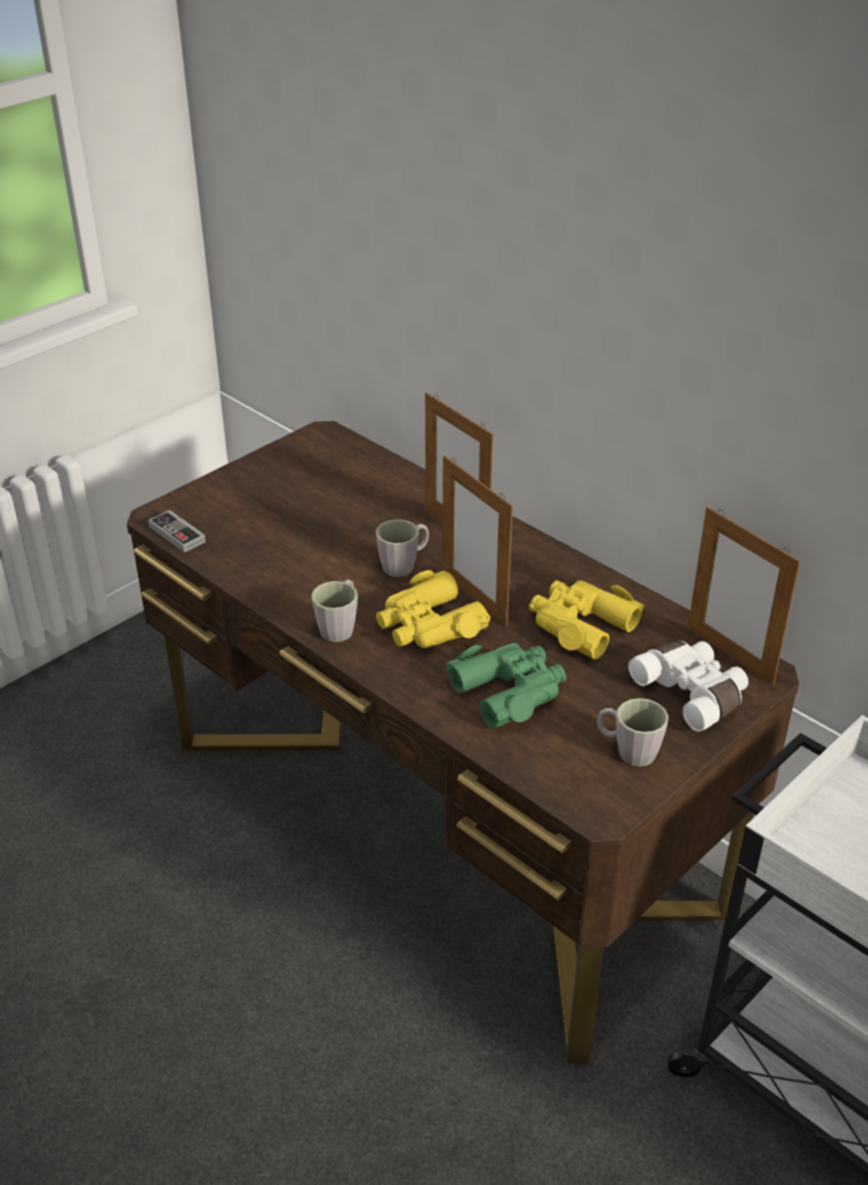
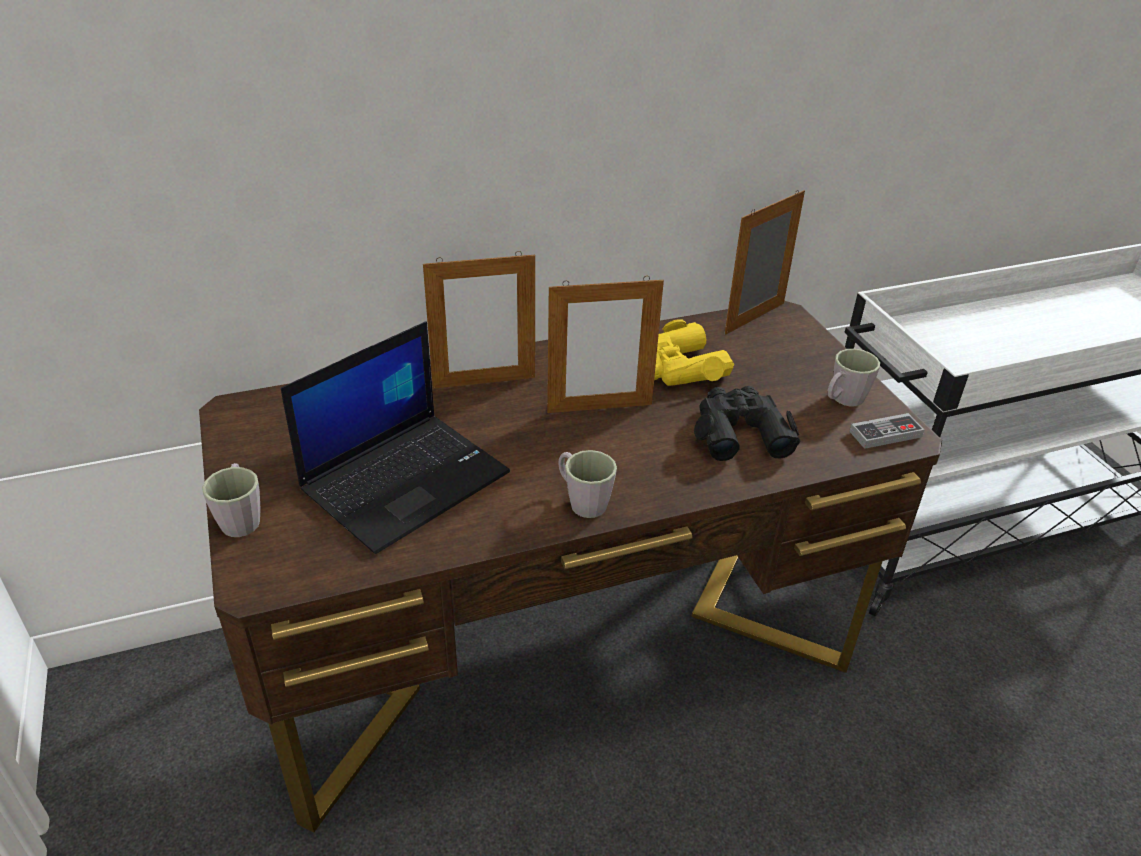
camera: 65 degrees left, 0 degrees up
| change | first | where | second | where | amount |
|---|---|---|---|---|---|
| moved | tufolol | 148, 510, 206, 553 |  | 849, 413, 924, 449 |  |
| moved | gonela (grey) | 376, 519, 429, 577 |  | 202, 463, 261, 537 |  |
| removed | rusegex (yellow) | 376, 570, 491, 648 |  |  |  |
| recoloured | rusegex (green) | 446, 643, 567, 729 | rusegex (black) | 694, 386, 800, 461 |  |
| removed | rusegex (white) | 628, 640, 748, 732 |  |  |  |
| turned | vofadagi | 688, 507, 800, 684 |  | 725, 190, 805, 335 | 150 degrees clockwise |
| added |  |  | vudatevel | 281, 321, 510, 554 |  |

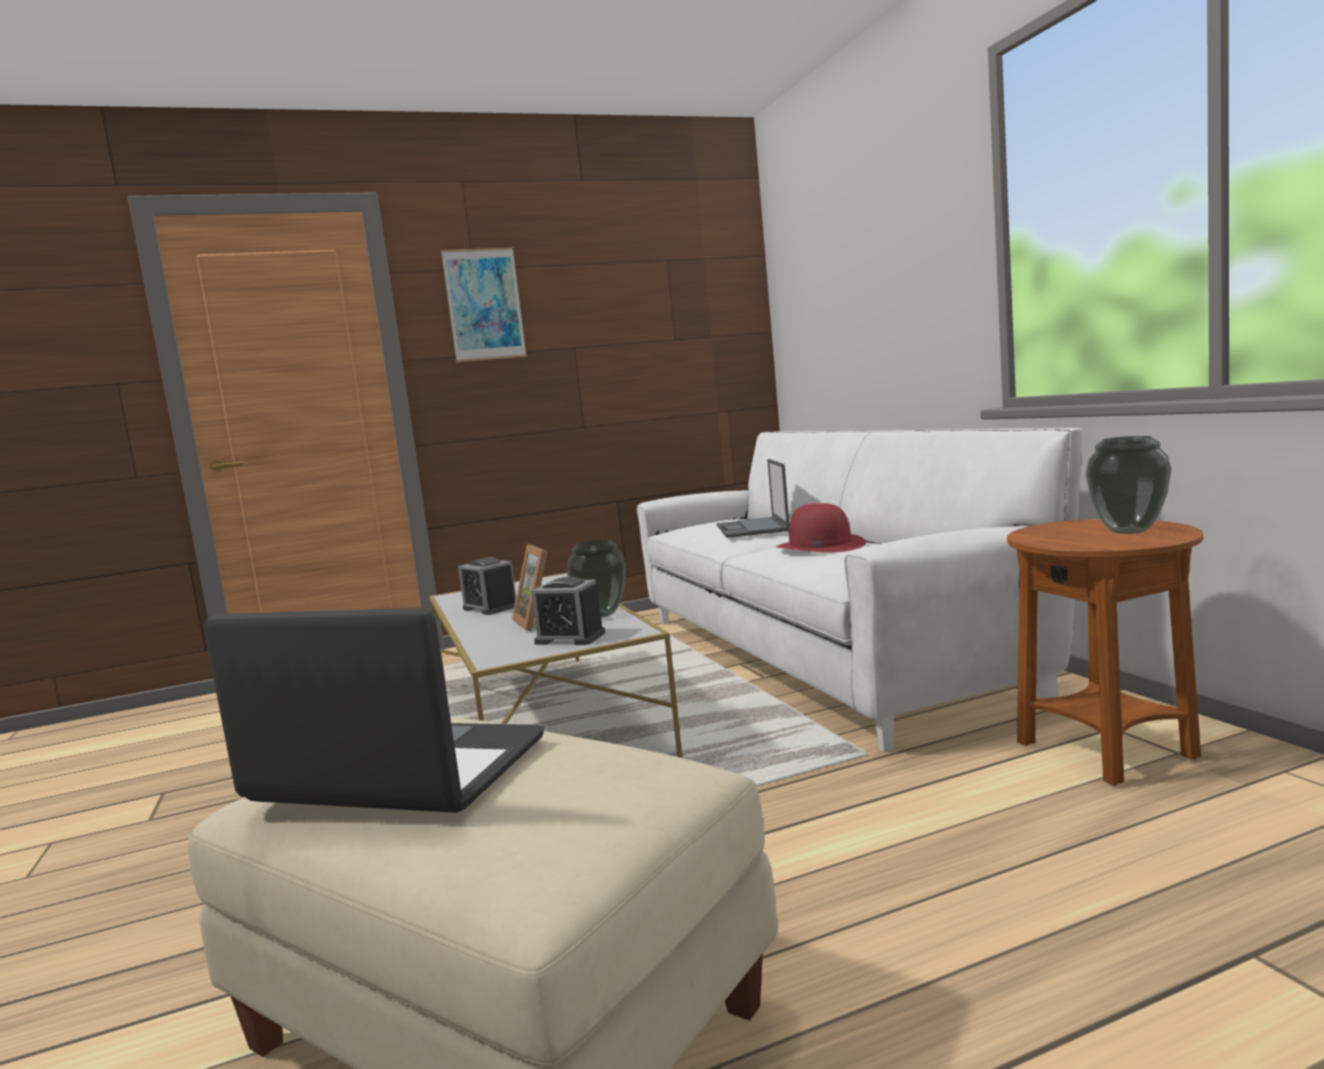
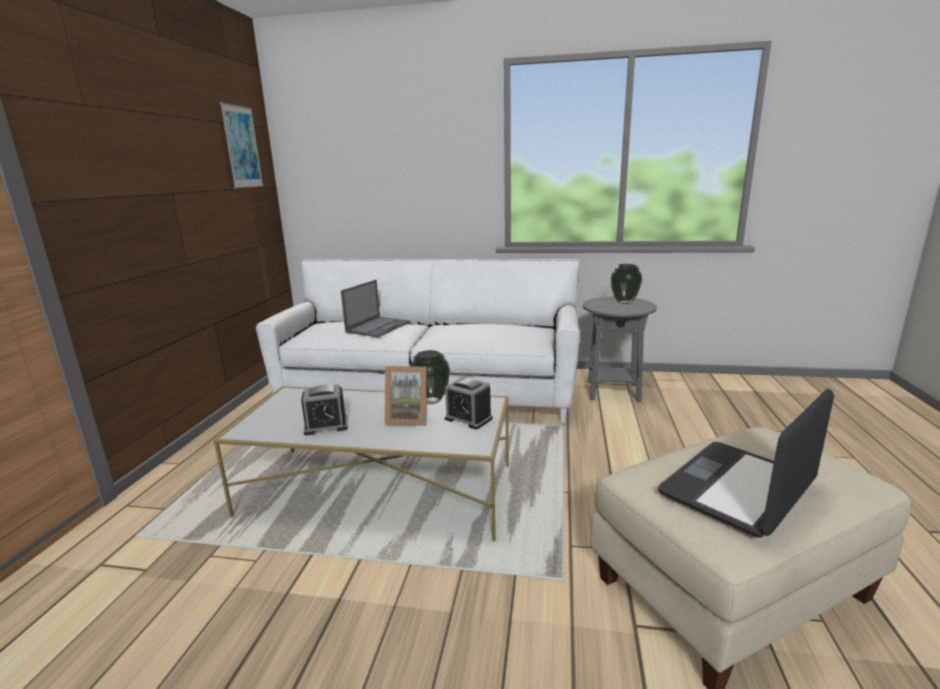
camera: 60 degrees left, 10 degrees up
| change | first | where | second | where | amount |
|---|---|---|---|---|---|
| moved | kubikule | 441, 247, 527, 362 |  | 220, 102, 264, 189 |  |
| turned | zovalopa | 531, 577, 605, 645 |  | 445, 377, 493, 429 | 75 degrees clockwise |
| turned | vudatevel | 717, 459, 790, 538 |  | 341, 280, 410, 337 | 90 degrees counterclockwise |
| removed | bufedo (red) | 776, 503, 866, 552 |  |  |  |
| recoloured | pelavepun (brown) | 1007, 519, 1203, 786 | pelavepun (grey) | 583, 297, 657, 402 |  |

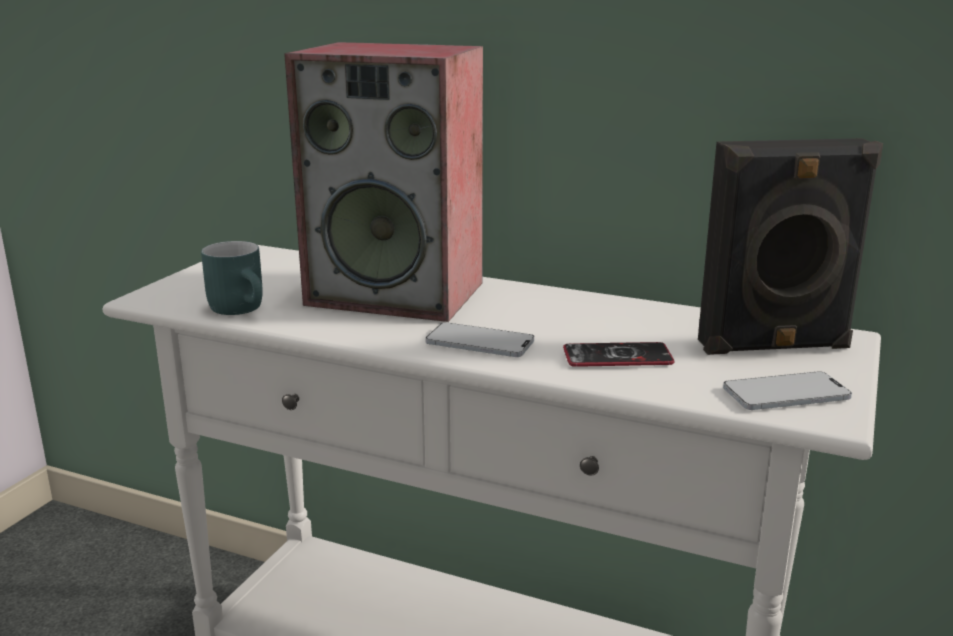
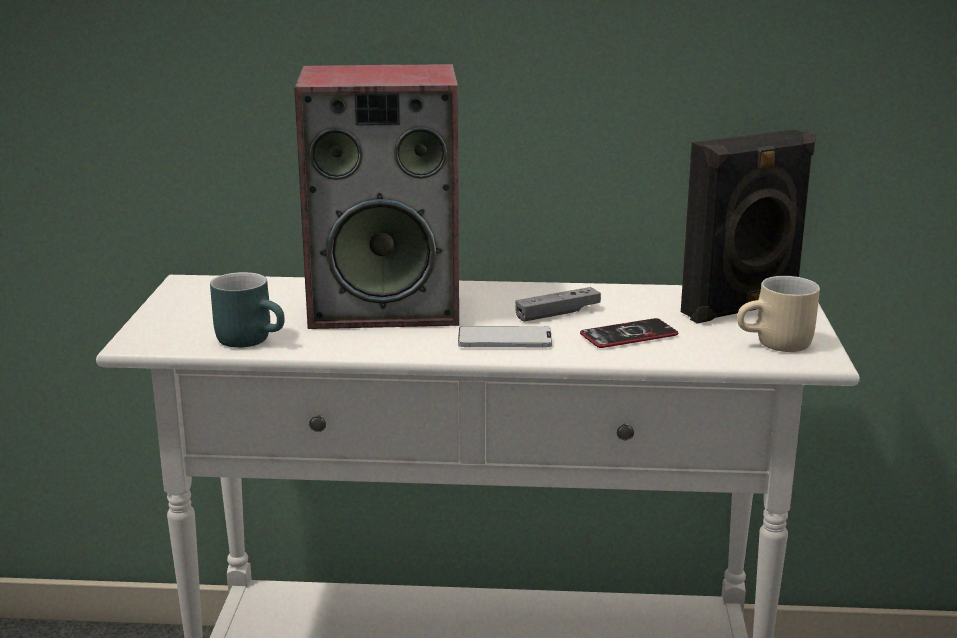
camera: 20 degrees left, 0 degrees up
| change | first | where | second | where | amount |
|---|---|---|---|---|---|
| replaced | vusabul | 723, 372, 852, 410 | gonela (beige) | 737, 276, 820, 352 |  |
| added |  |  | tufolol (grey) | 515, 287, 601, 322 |  |

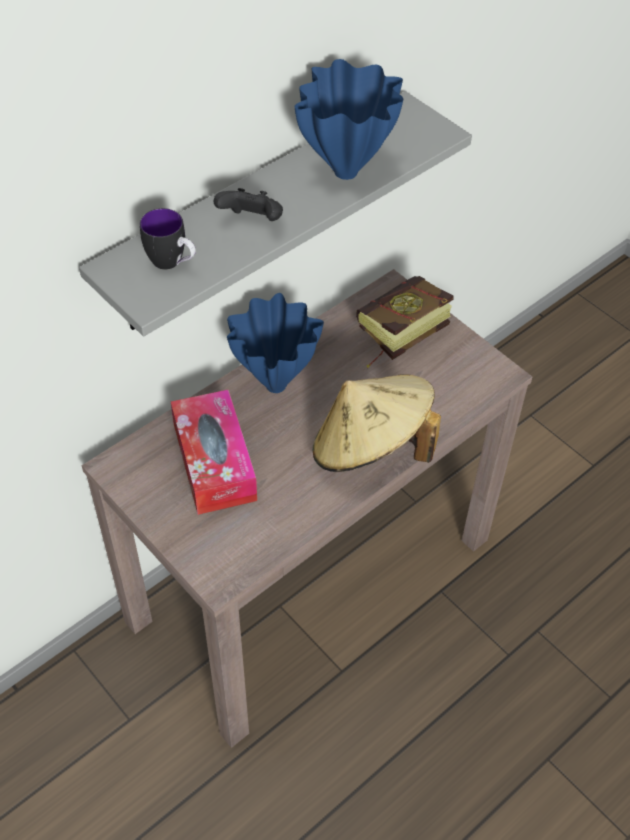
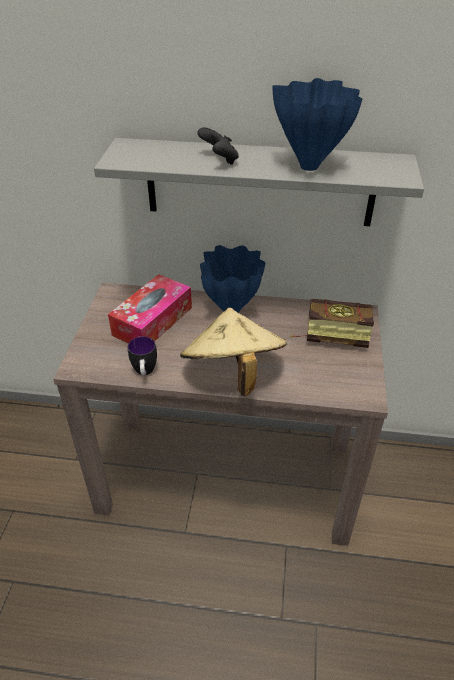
camera: 50 degrees right, 10 degrees down
| change | first | where | second | where | amount |
|---|---|---|---|---|---|
| moved | gonela | 140, 208, 196, 270 |  | 128, 336, 157, 375 |  |

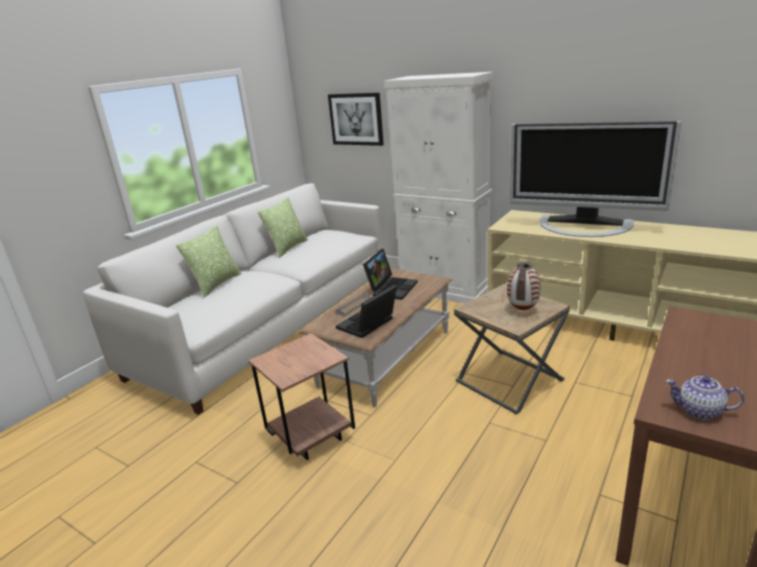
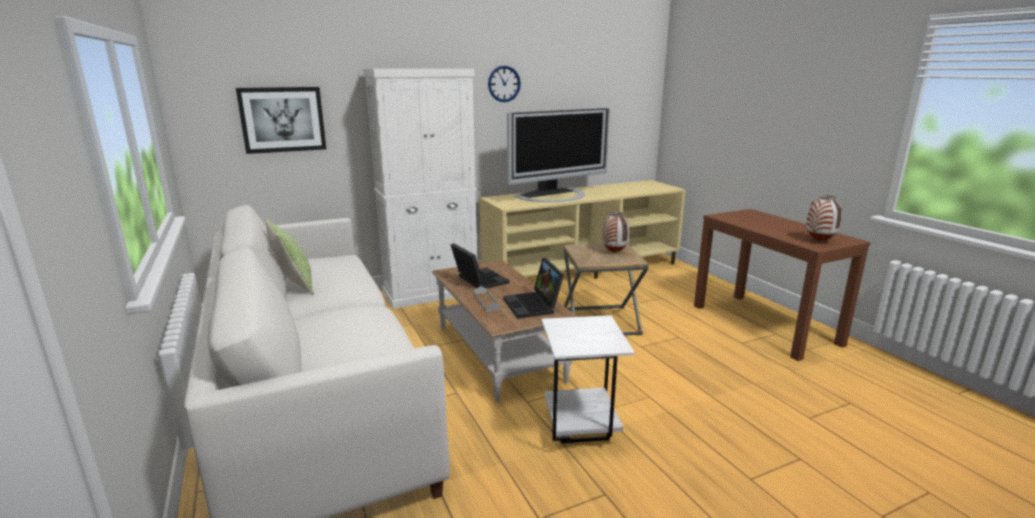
camera: 60 degrees left, 5 degrees down
| change | first | where | second | where | amount |
|---|---|---|---|---|---|
| removed | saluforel | 176, 225, 242, 298 |  |  |  |
| recoloured | pelavepun (brown) | 248, 333, 355, 460 | pelavepun (white) | 541, 315, 635, 443 |  |
| replaced | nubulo | 666, 376, 744, 420 | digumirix | 806, 195, 842, 242 |  |
| added |  |  | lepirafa | 488, 66, 521, 102 |  |

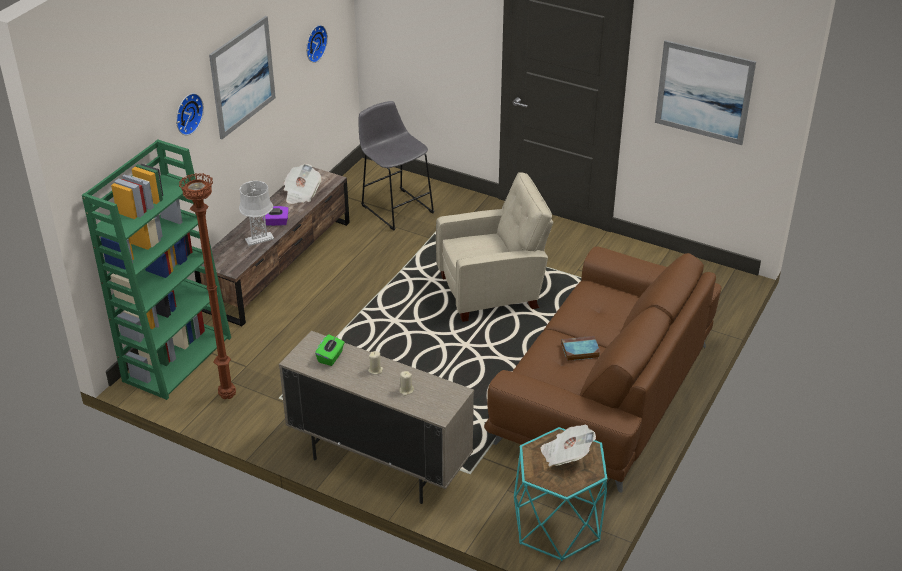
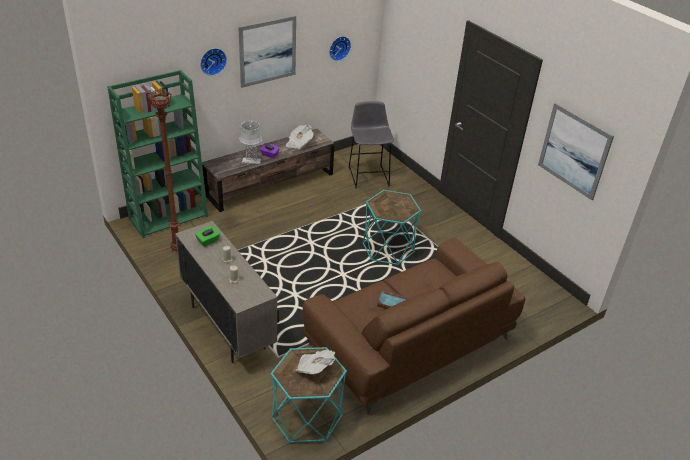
camera: 25 degrees right, 0 degrees up
| change | first | where | second | where | amount |
|---|---|---|---|---|---|
| replaced | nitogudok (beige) | 436, 172, 553, 322 | pelavepun (turquoise) | 362, 190, 421, 265 |  |

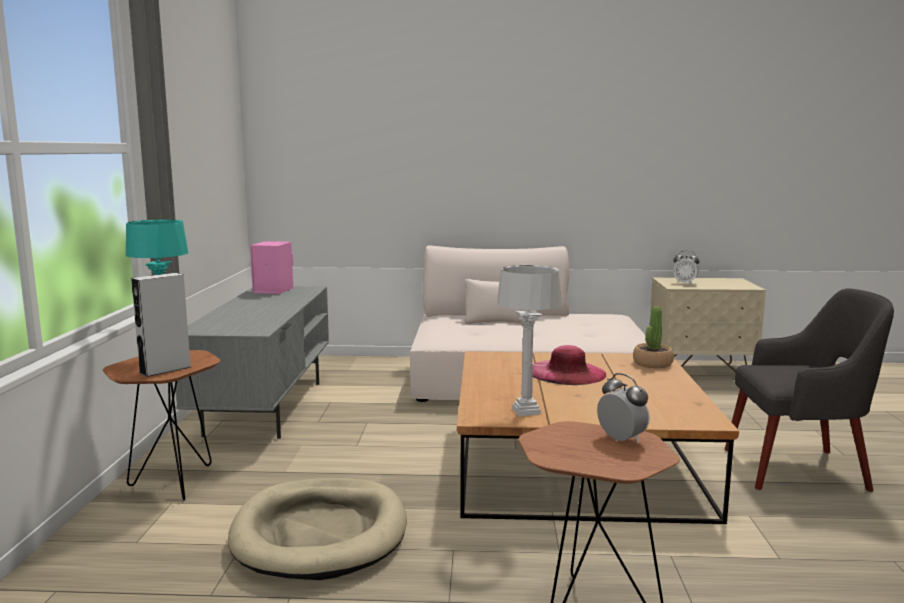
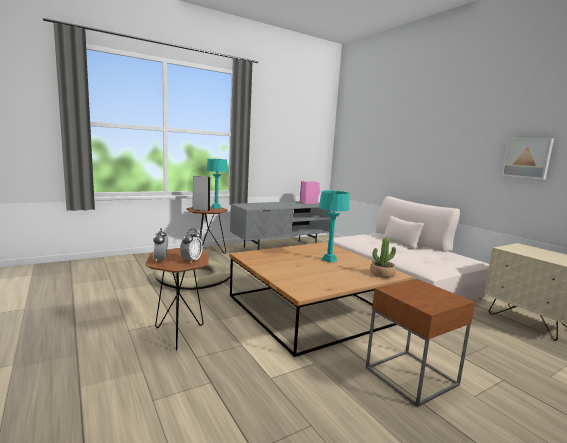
camera: 55 degrees right, 0 degrees up
| change | first | where | second | where | amount |
|---|---|---|---|---|---|
| removed | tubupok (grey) | 497, 265, 562, 416 |  |  |  |
| replaced | bufedo (pink) | 532, 345, 606, 385 | tubupok (turquoise) | 319, 190, 350, 263 |  |
| moved | zovalopa | 673, 250, 700, 284 |  | 153, 228, 168, 263 |  |
| replaced | nitogudok (grey) | 725, 288, 894, 492 | pelavepun (brown) | 366, 279, 475, 407 |  |
| added |  |  | kubikule | 502, 138, 554, 179 |  |

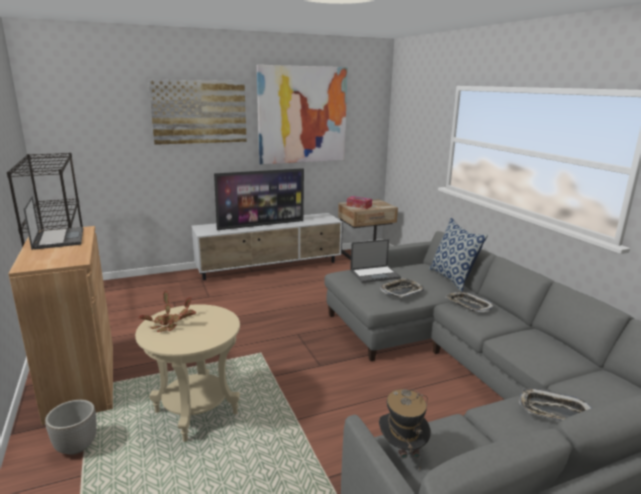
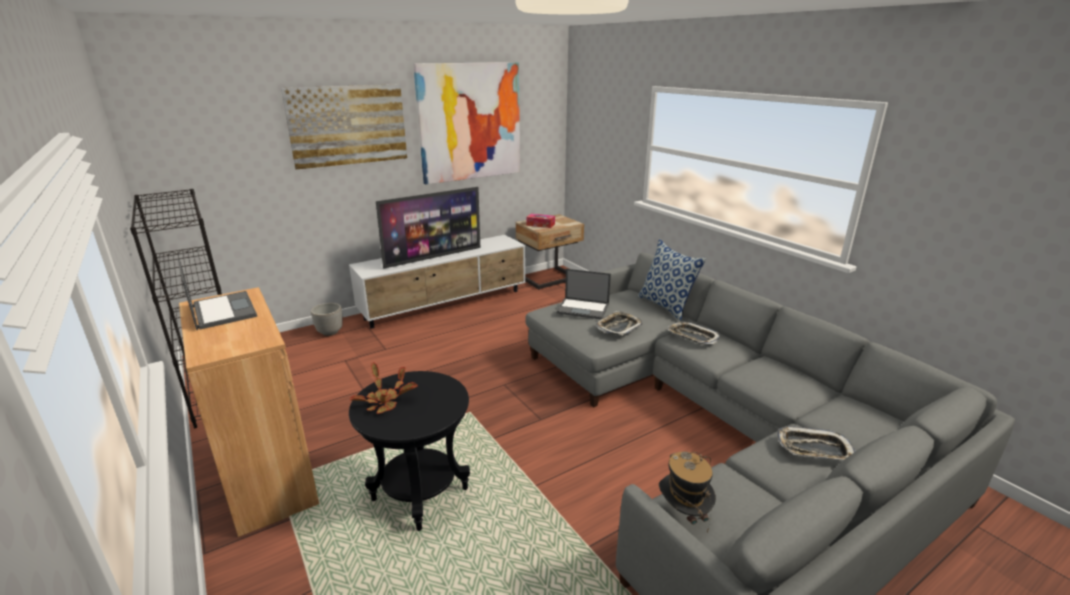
camera: 10 degrees left, 5 degrees up
| change | first | where | second | where | amount |
|---|---|---|---|---|---|
| moved | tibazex | 45, 400, 97, 455 |  | 311, 303, 343, 336 |  |
| recoloured | pelavepun (beige) | 135, 304, 240, 442 | pelavepun (black) | 349, 371, 470, 531 |  |
| turned | vudatevel | 350, 239, 401, 283 |  | 556, 269, 611, 319 | 45 degrees clockwise |

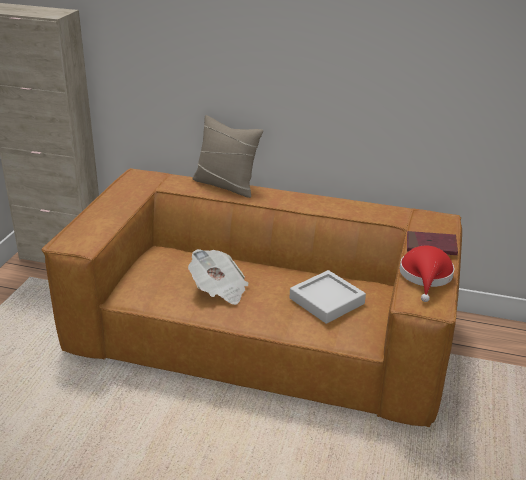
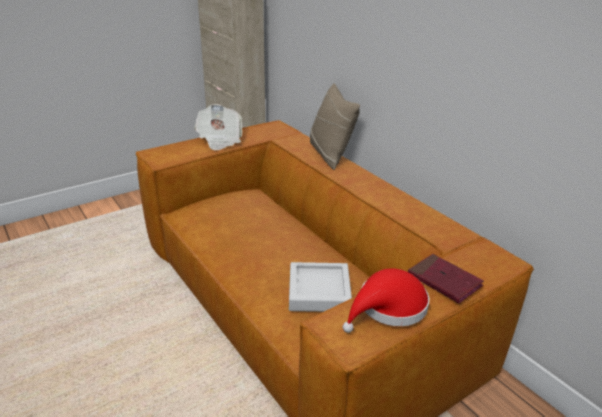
camera: 40 degrees right, 0 degrees up
| change | first | where | second | where | amount |
|---|---|---|---|---|---|
| moved | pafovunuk | 188, 249, 249, 305 |  | 194, 104, 242, 150 |  |

